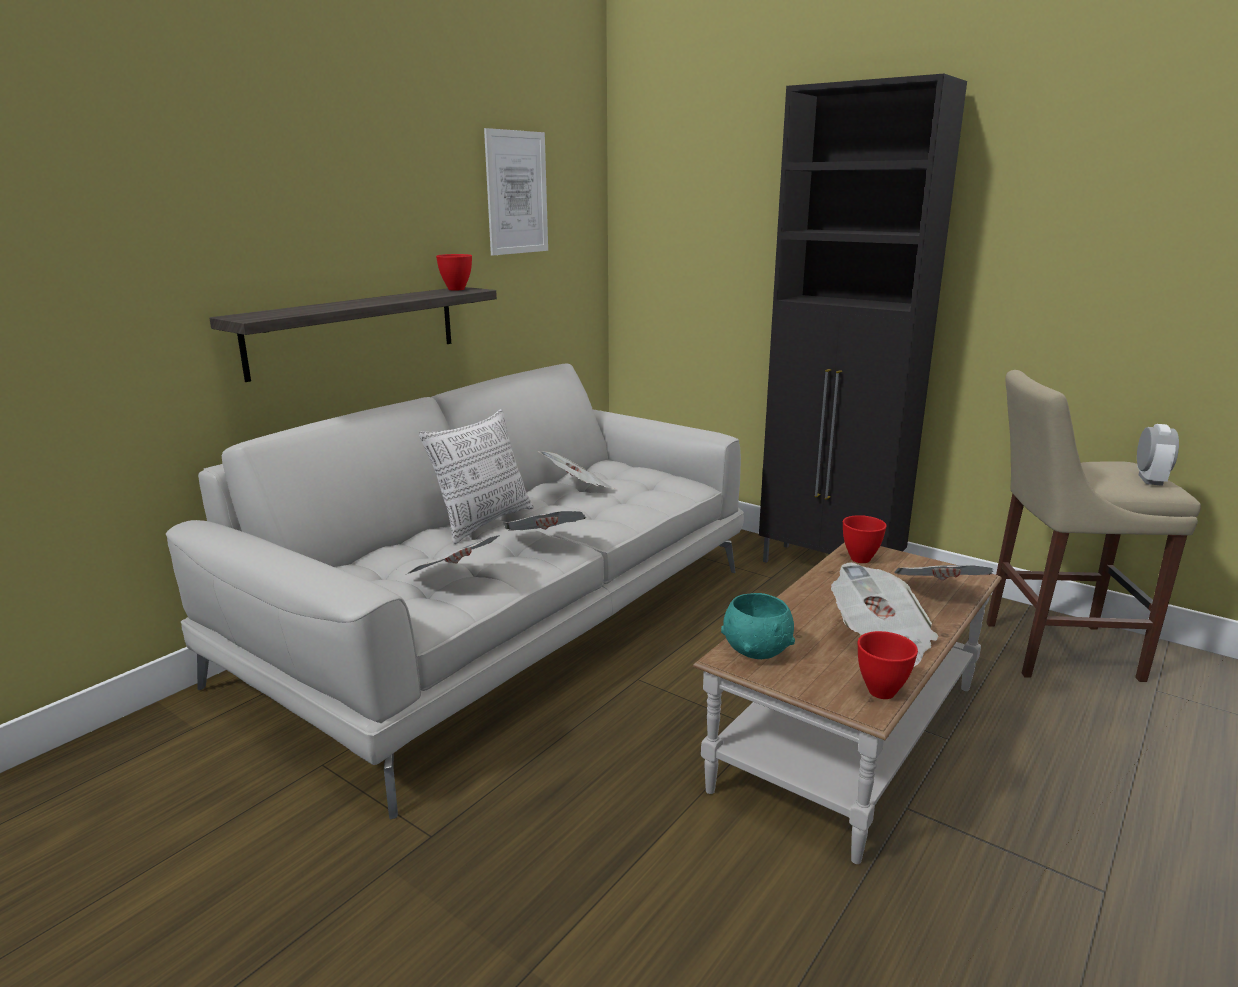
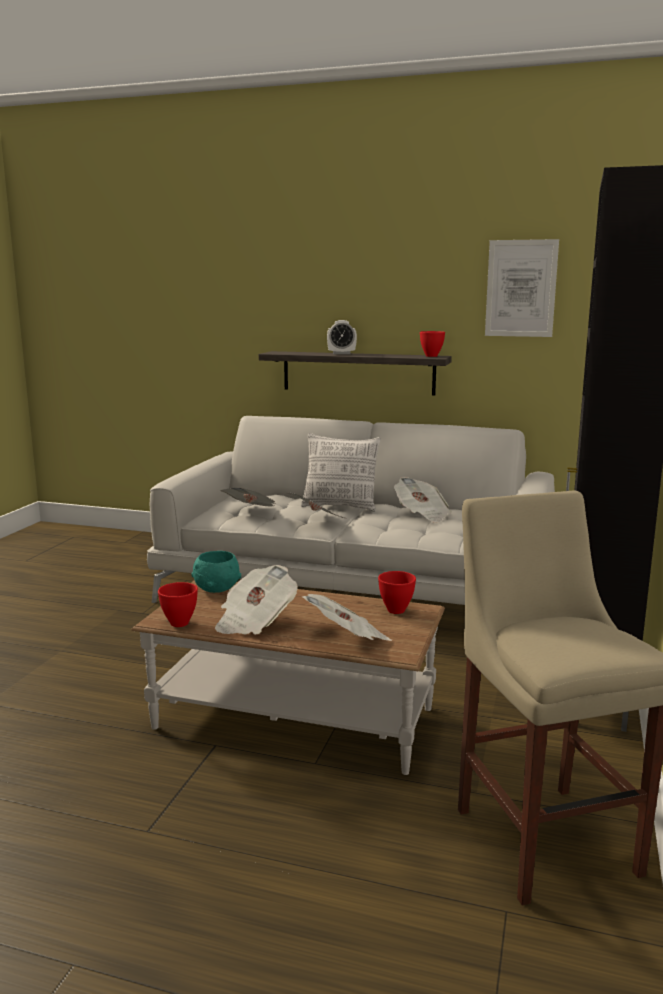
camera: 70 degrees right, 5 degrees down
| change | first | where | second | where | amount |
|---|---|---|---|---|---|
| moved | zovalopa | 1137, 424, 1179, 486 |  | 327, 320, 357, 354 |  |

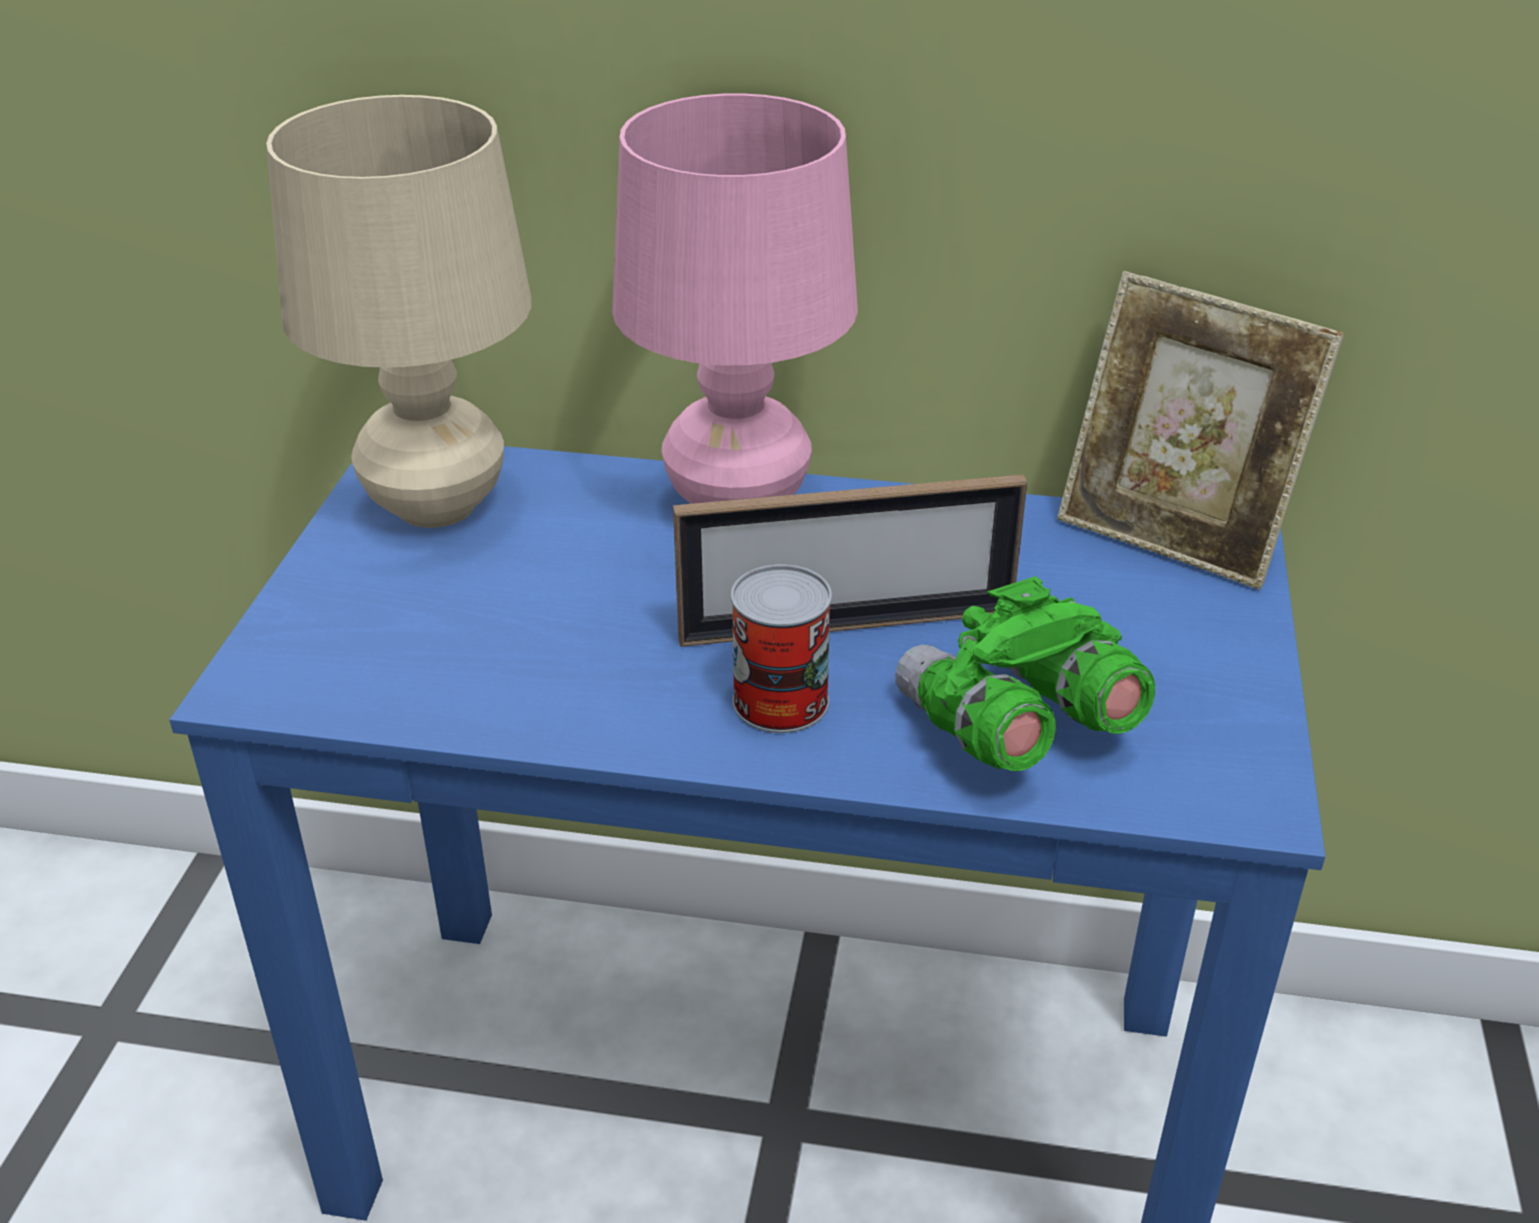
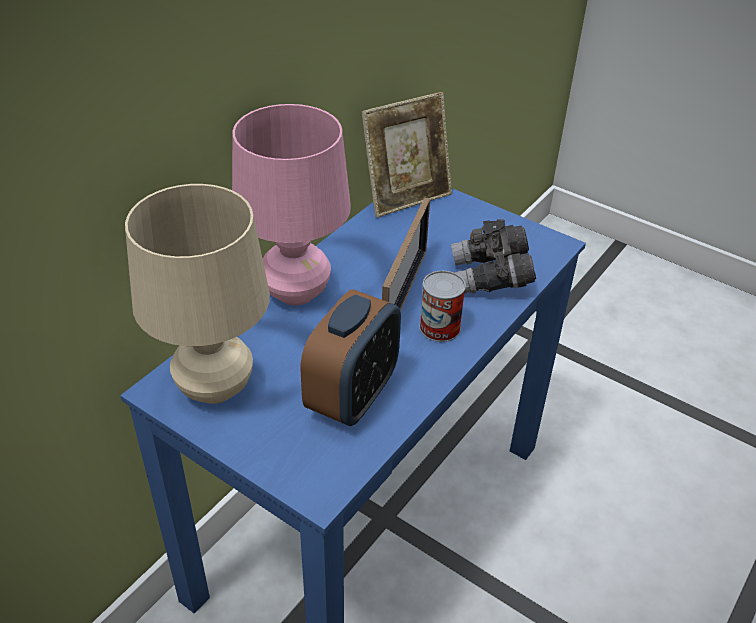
camera: 65 degrees left, 5 degrees up
| change | first | where | second | where | amount |
|---|---|---|---|---|---|
| recoloured | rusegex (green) | 895, 576, 1155, 771 | rusegex (grey) | 451, 219, 536, 294 |  |
| added |  |  | zovalopa | 301, 289, 401, 426 |  |

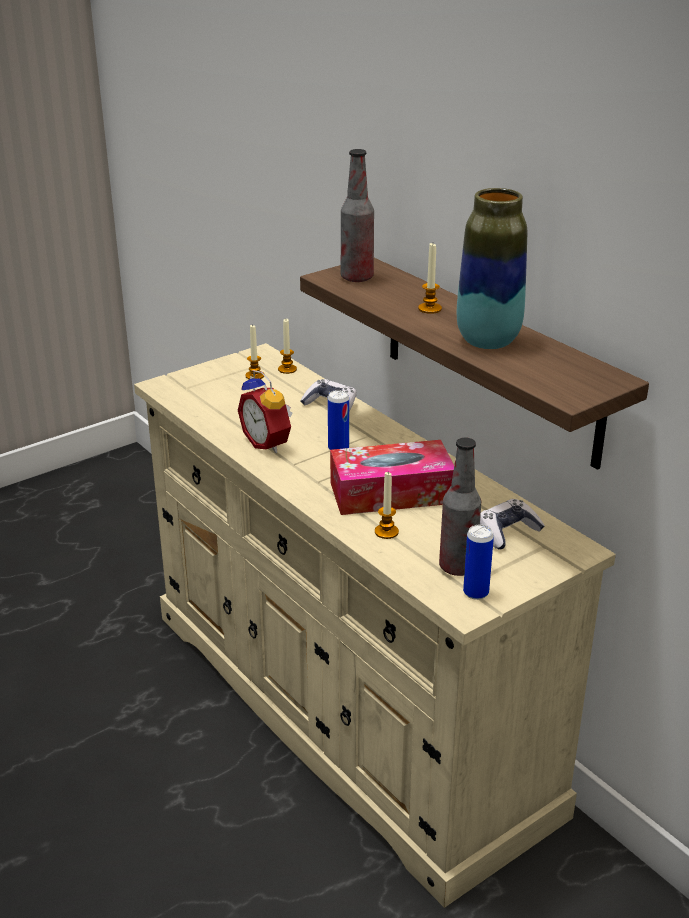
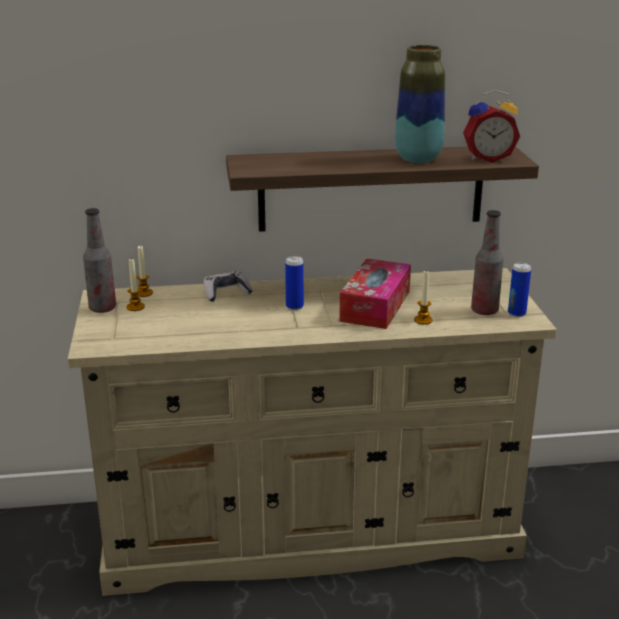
camera: 60 degrees left, 5 degrees down
| change | first | where | second | where | amount |
|---|---|---|---|---|---|
| moved | zovalopa | 238, 370, 292, 453 |  | 463, 90, 520, 163 |  |
| moved | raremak | 341, 149, 374, 282 |  | 83, 208, 116, 313 |  |
| removed | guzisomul | 418, 243, 442, 314 |  |  |  |
| removed | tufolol | 480, 499, 545, 549 |  |  |  |

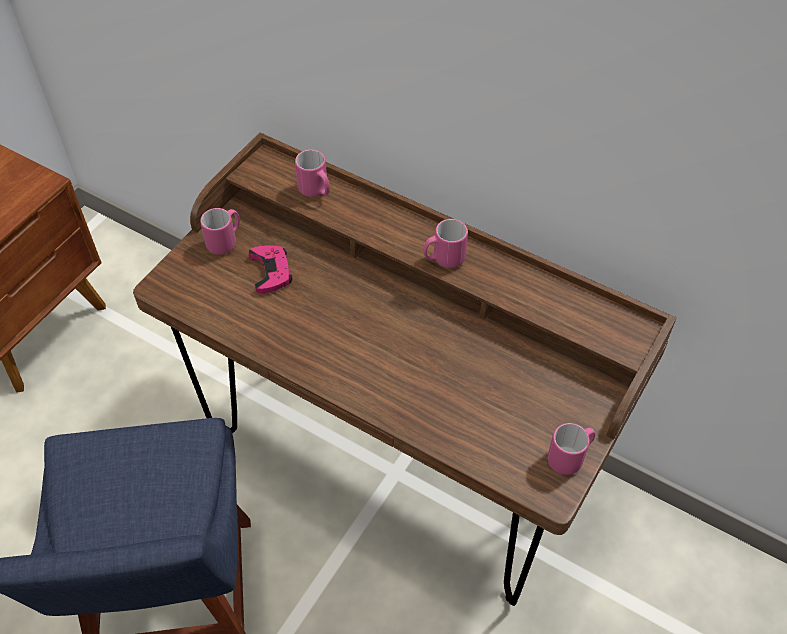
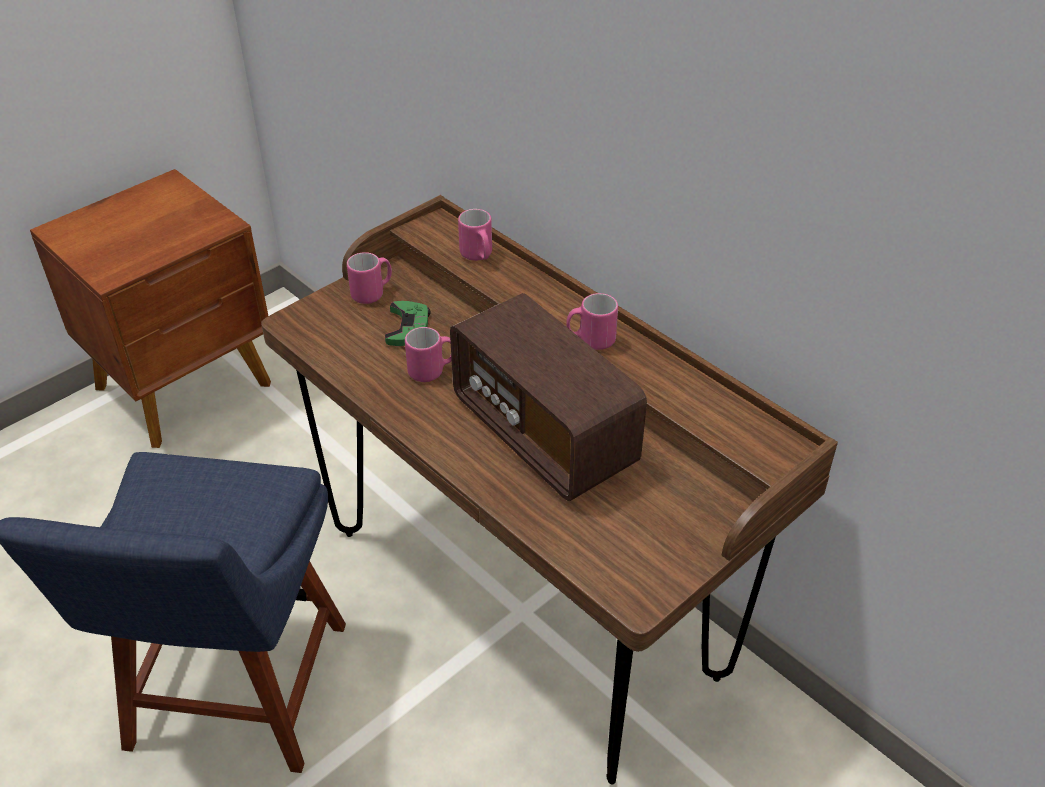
camera: 15 degrees right, 10 degrees down
| change | first | where | second | where | amount |
|---|---|---|---|---|---|
| recoloured | tufolol (pink) | 248, 246, 292, 293 | tufolol (green) | 385, 301, 431, 346 |  |
| moved | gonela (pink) | 548, 423, 595, 475 |  | 405, 327, 452, 382 |  |
| added |  |  | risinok | 450, 293, 647, 501 |  |

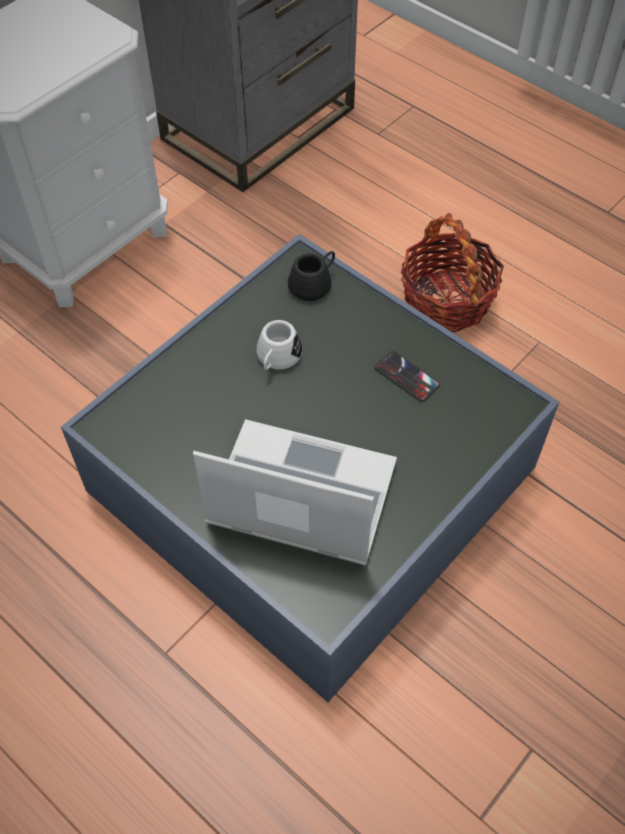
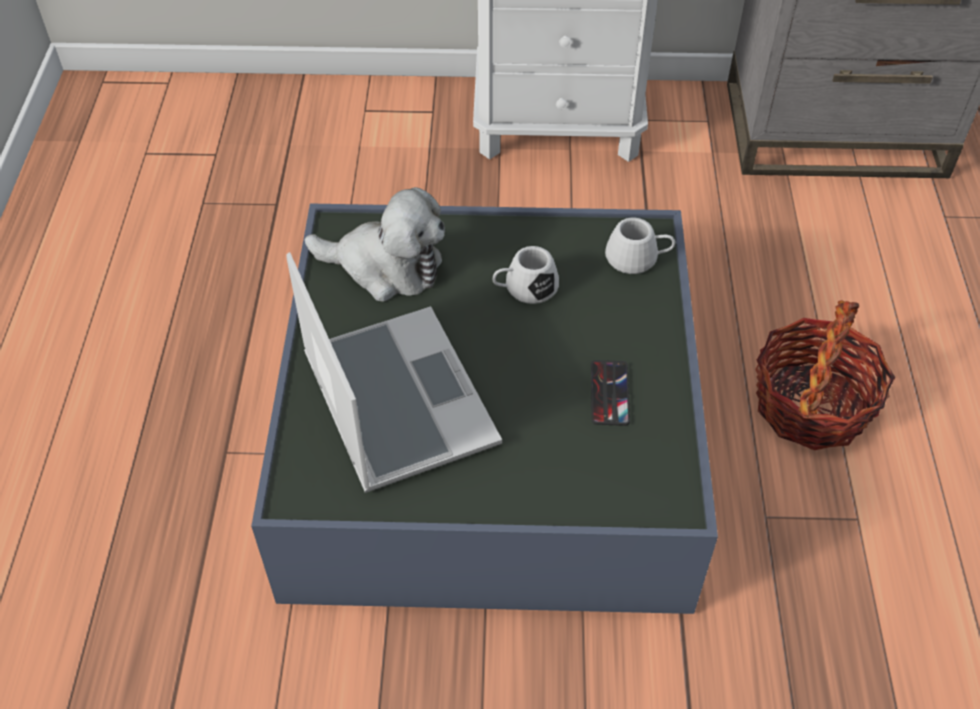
camera: 50 degrees right, 5 degrees down
| change | first | where | second | where | amount |
|---|---|---|---|---|---|
| recoloured | gonela (black) | 288, 251, 335, 301 | gonela (white) | 605, 218, 675, 274 |  |
| added |  |  | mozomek | 304, 187, 445, 302 |  |

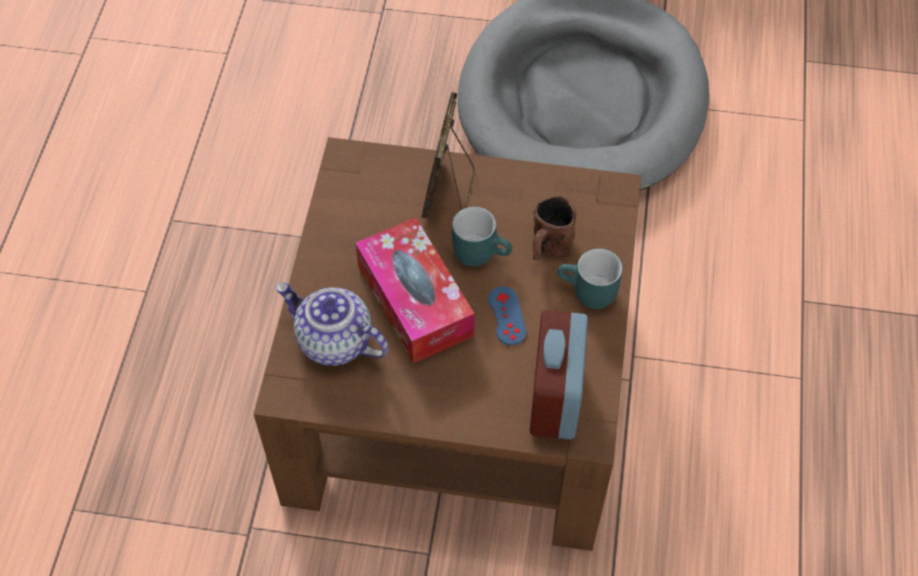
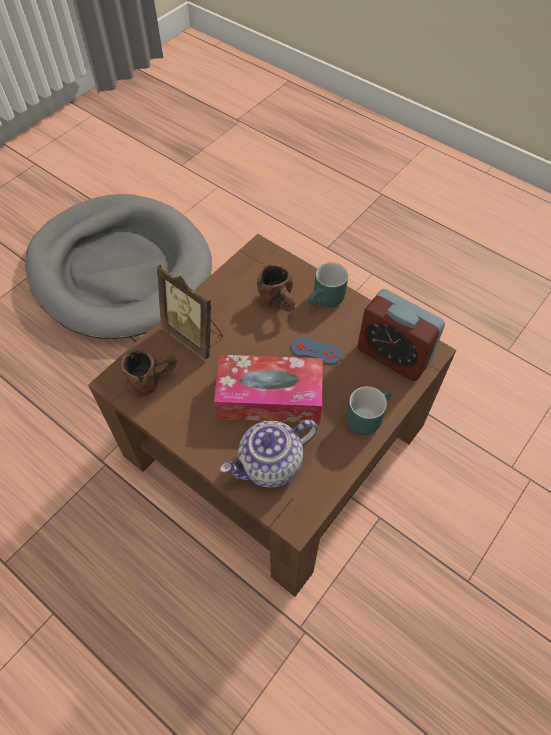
camera: 60 degrees left, 0 degrees up
| change | first | where | second | where | amount |
|---|---|---|---|---|---|
| moved | gonela (turquoise) | 452, 206, 512, 266 |  | 347, 386, 392, 435 |  |
| added |  |  | gonela (brown) | 120, 349, 177, 397 |  |

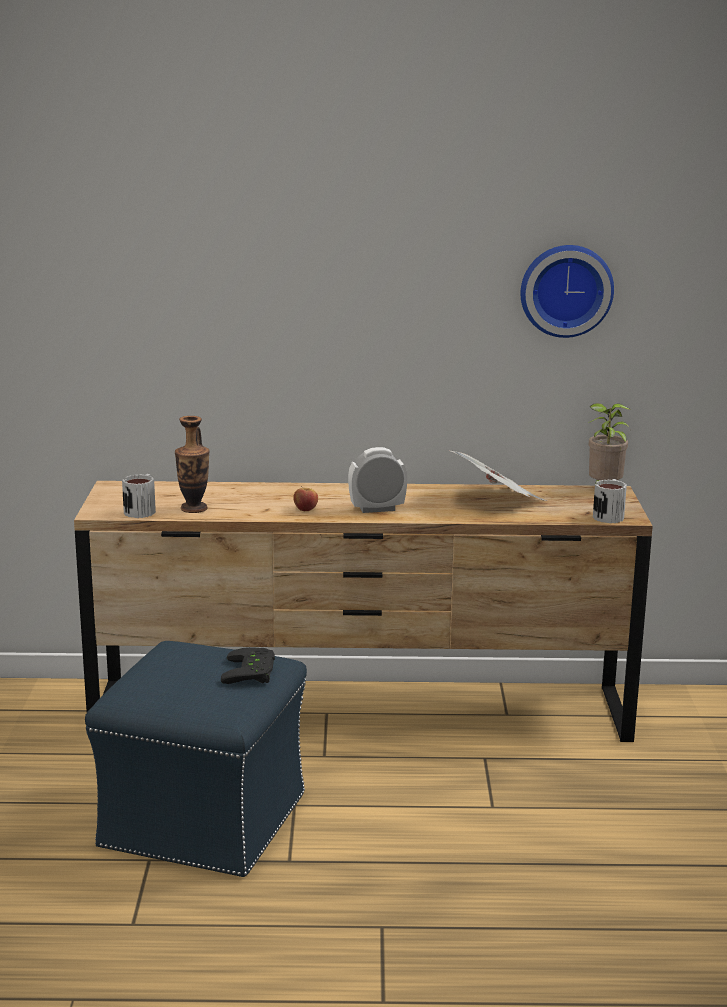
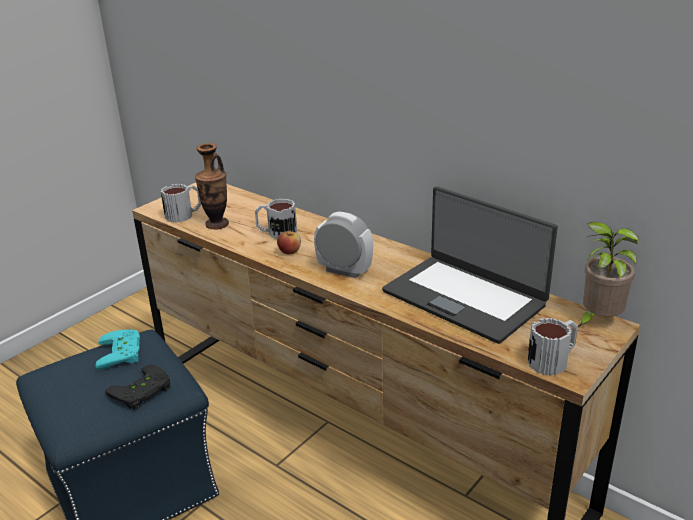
camera: 40 degrees right, 10 degrees up
| change | first | where | second | where | amount |
|---|---|---|---|---|---|
| replaced | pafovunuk | 451, 451, 548, 501 | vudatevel | 382, 186, 558, 344 |  |
| removed | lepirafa | 520, 245, 614, 338 |  |  |  |
| added |  |  | tufolol (turquoise) | 96, 329, 140, 370 |  |
| added |  |  | gonela | 255, 199, 297, 239 |  |

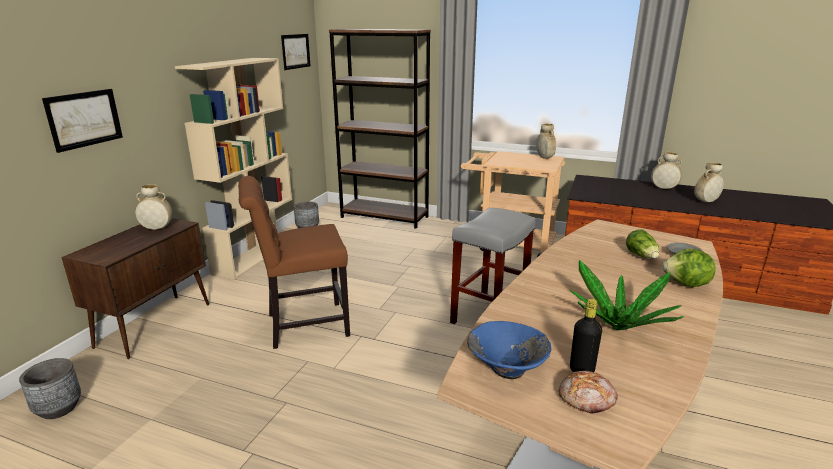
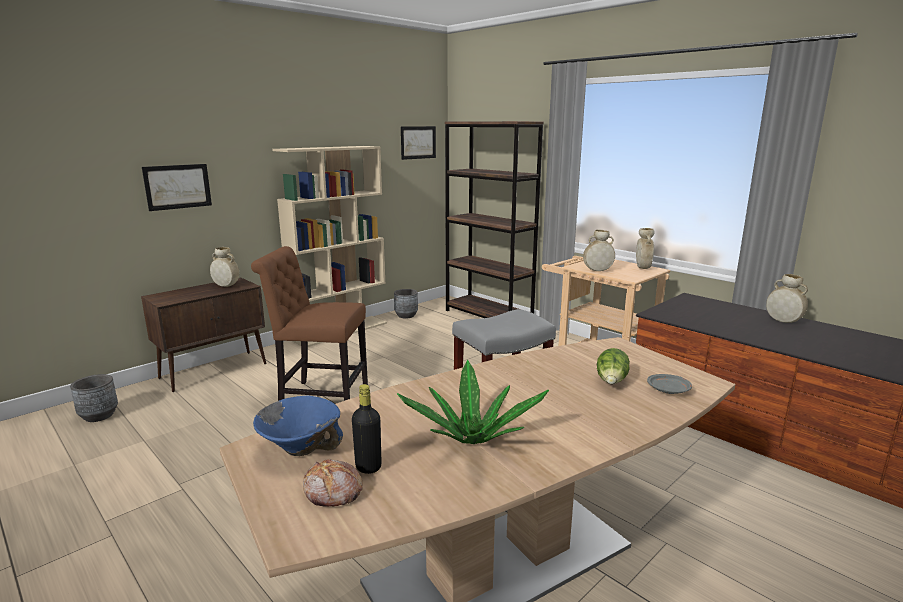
camera: 25 degrees right, 5 degrees down
| change | first | where | second | where | amount |
|---|---|---|---|---|---|
| removed | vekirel | 662, 249, 716, 287 |  |  |  |
| moved | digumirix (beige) | 694, 162, 724, 202 |  | 583, 230, 615, 271 |  |

